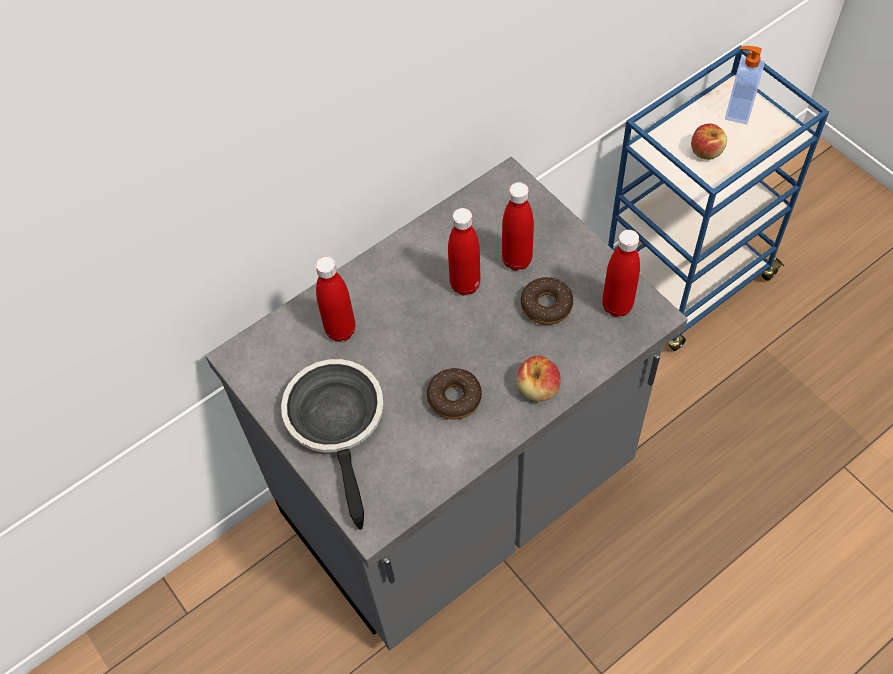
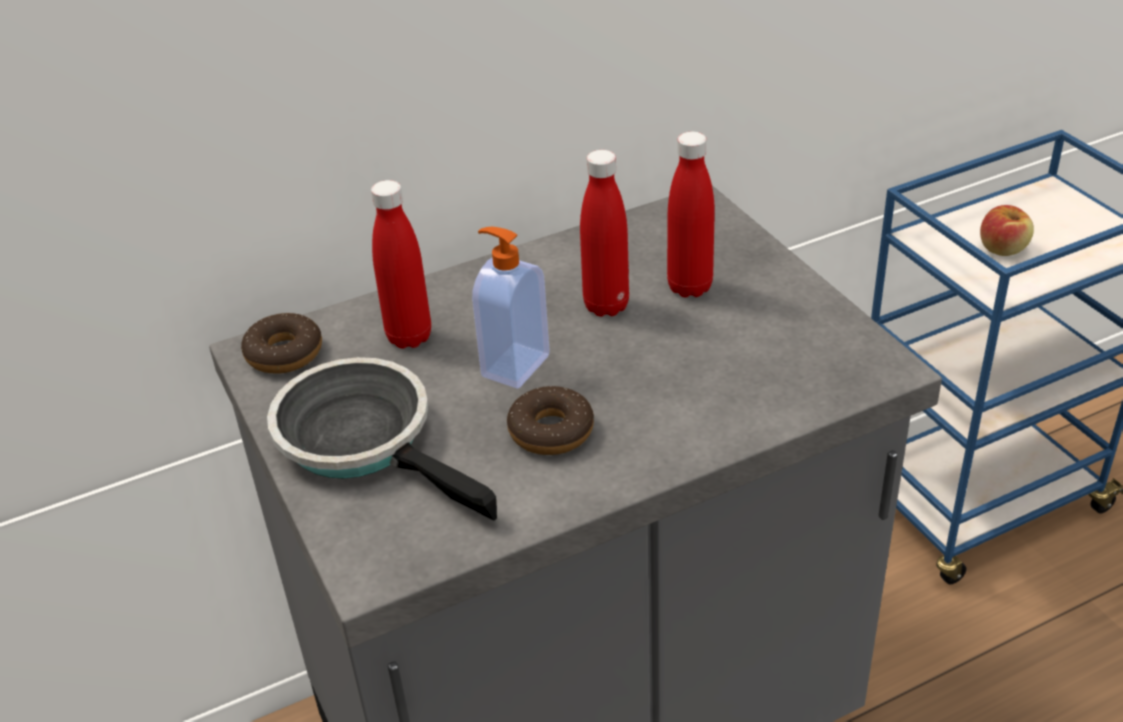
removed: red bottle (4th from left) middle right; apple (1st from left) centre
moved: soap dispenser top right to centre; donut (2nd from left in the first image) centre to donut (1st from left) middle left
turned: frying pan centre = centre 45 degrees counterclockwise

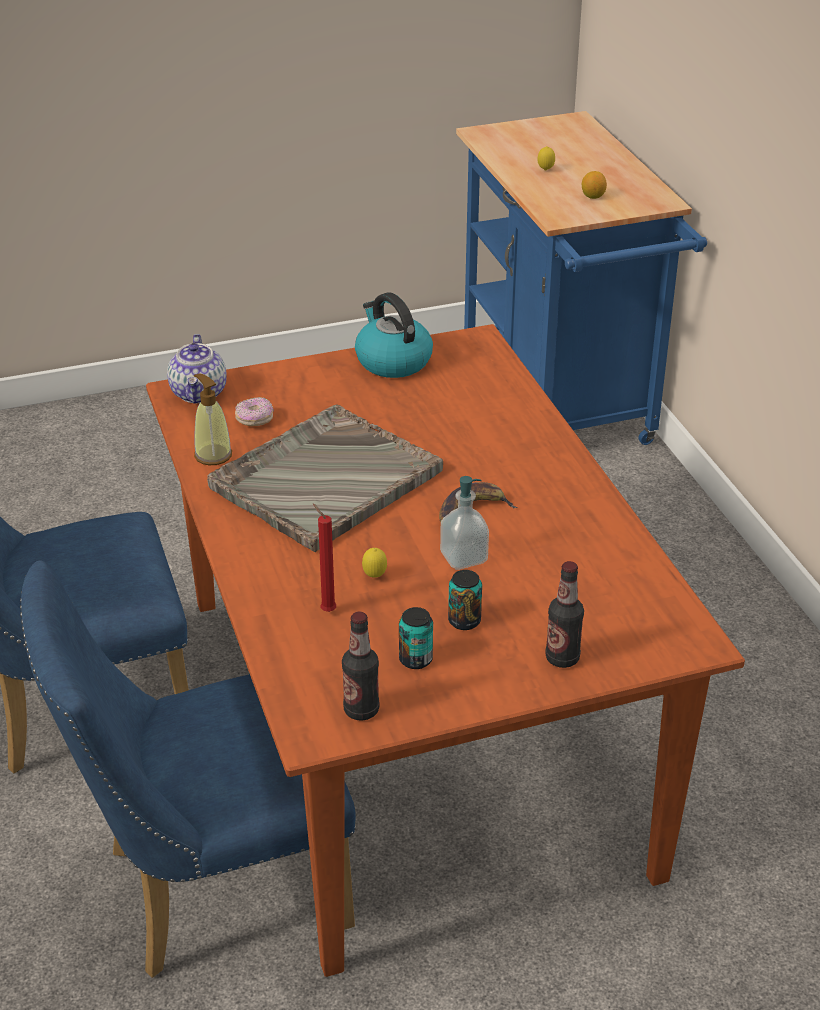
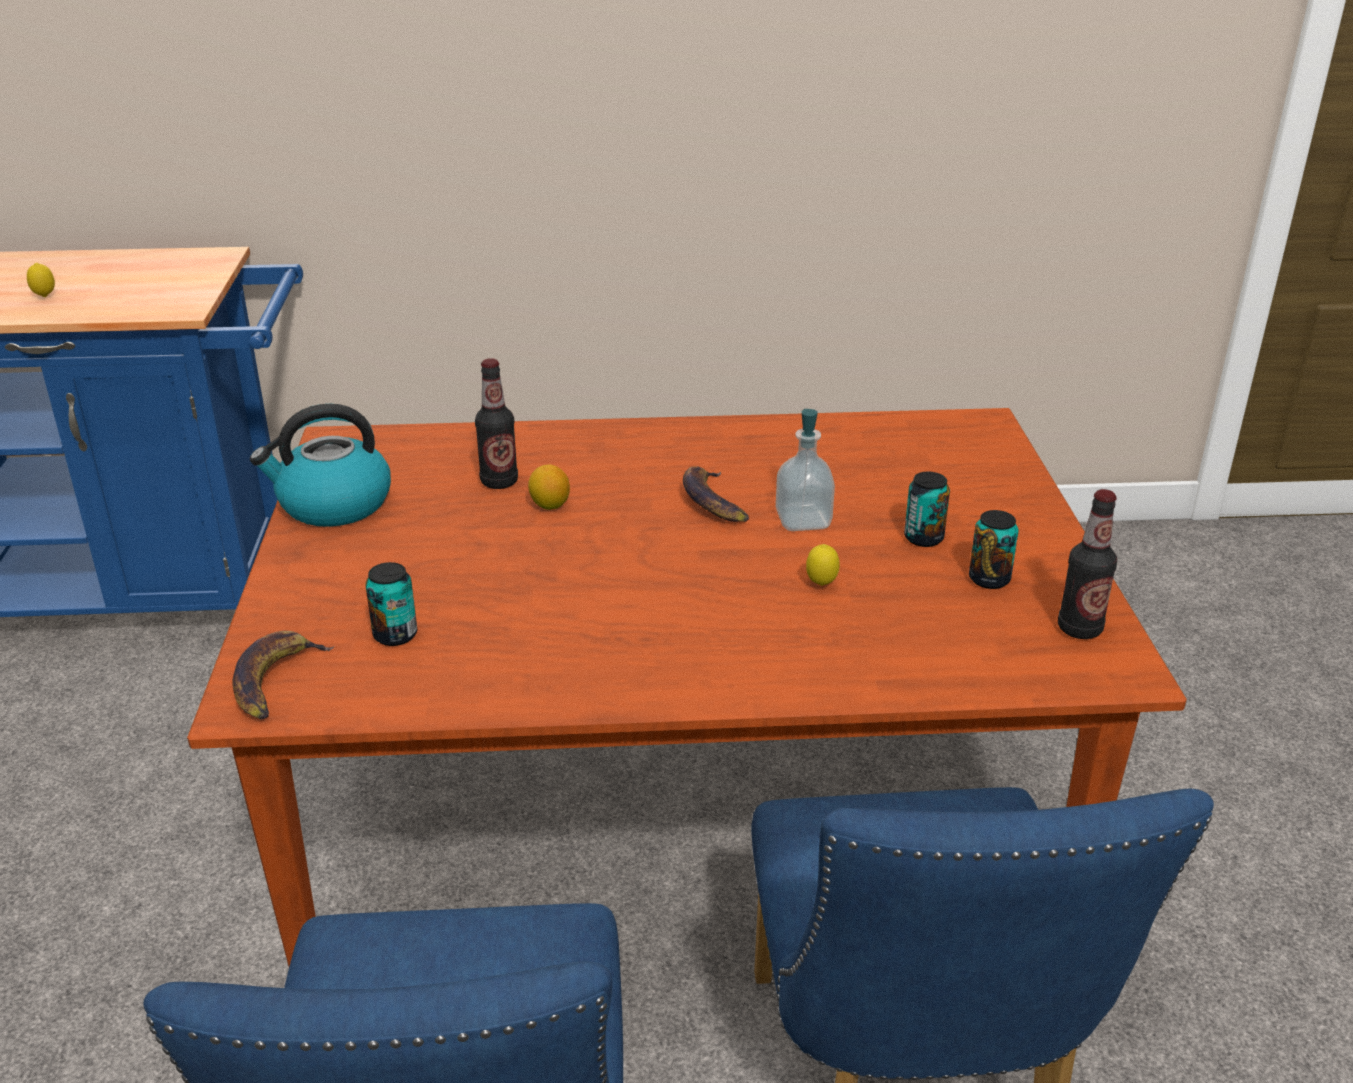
removed: soap dispenser (1st from left) middle left; grey tray centre; red candle centre
moved: lemon (3rd from left in the first image) top right to lemon (2nd from left) centre; bottle (2nd from left in the first image) middle right to bottle (1st from left) centre
replaced: teapot middle left to banana (1st from left) middle left; donut middle left to can (1st from left) middle left

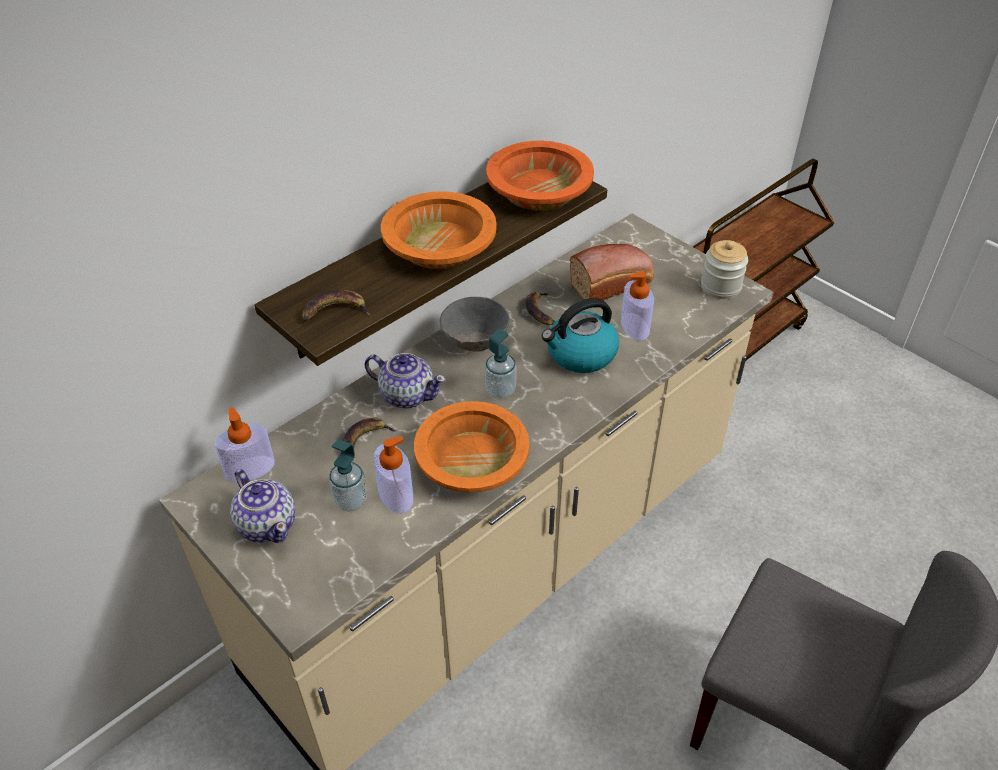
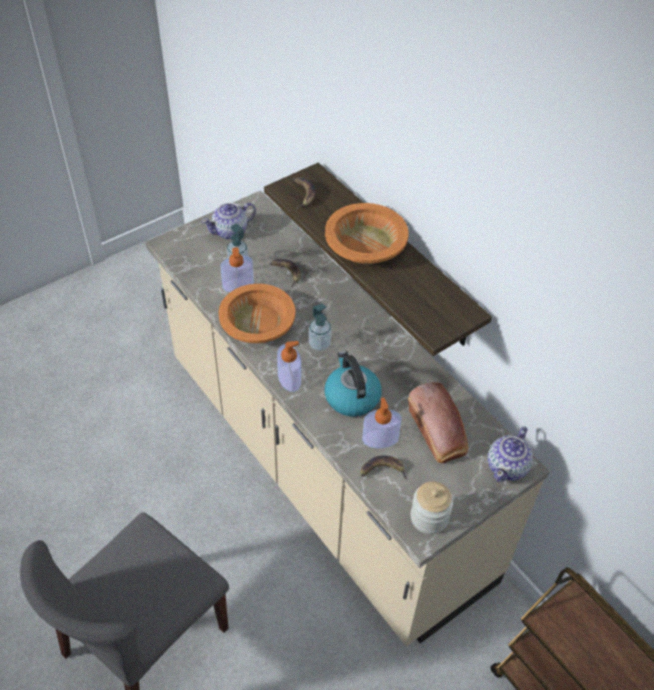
removed: orange bowl (3rd from left) top centre; grey bowl centre
moved: banana (3rd from left) centre to bottom centre; teapot (2nd from left) centre to middle right; soap dispenser (1st from left in the first image) middle left to soap dispenser (3rd from left) centre

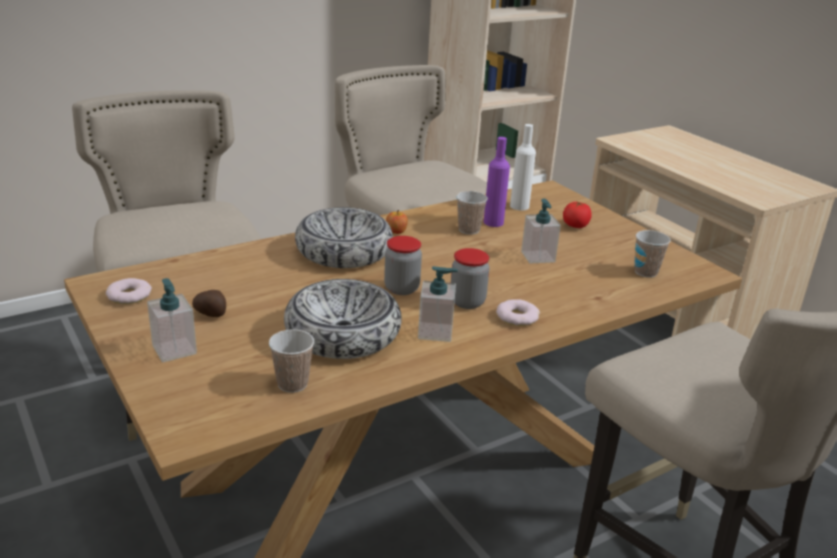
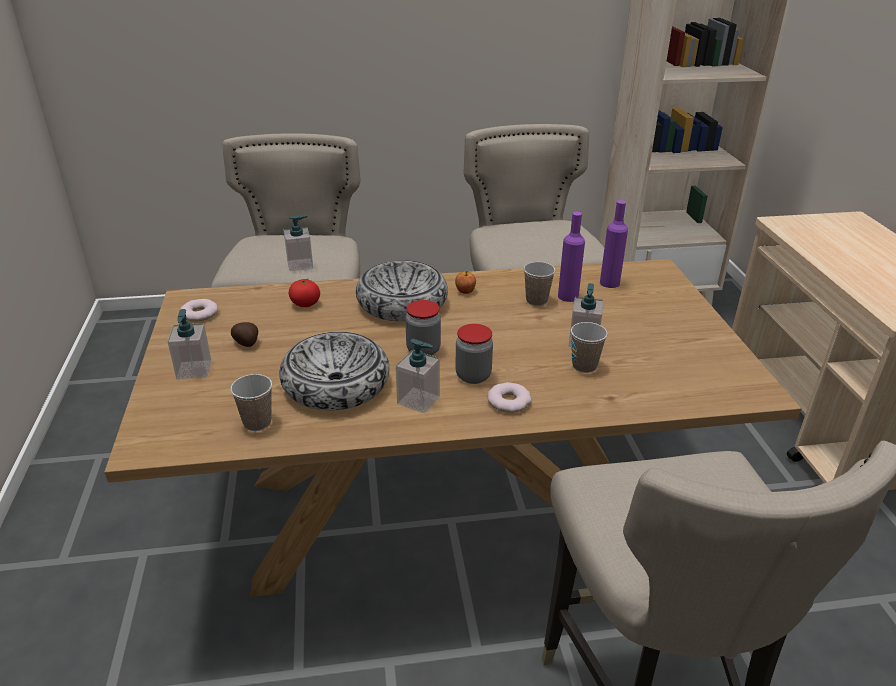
added: soap dispenser (2nd from left) middle left
moved: tomato middle right to centre; cup (3rd from left) middle right to centre
recoloured: white bottle top centre to purple bottle (2nd from left) middle right

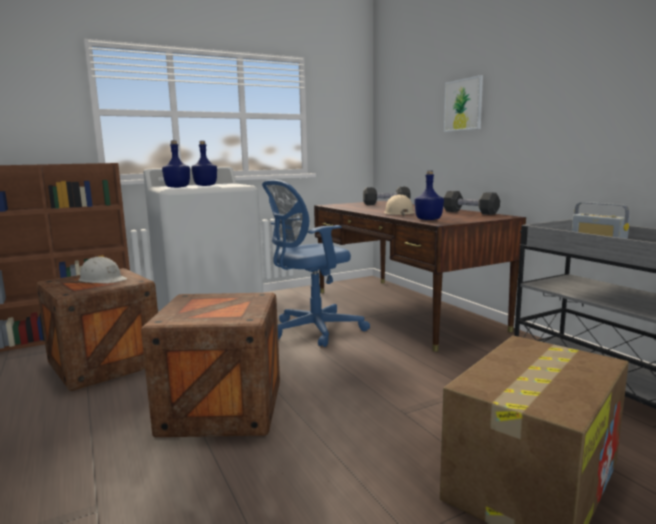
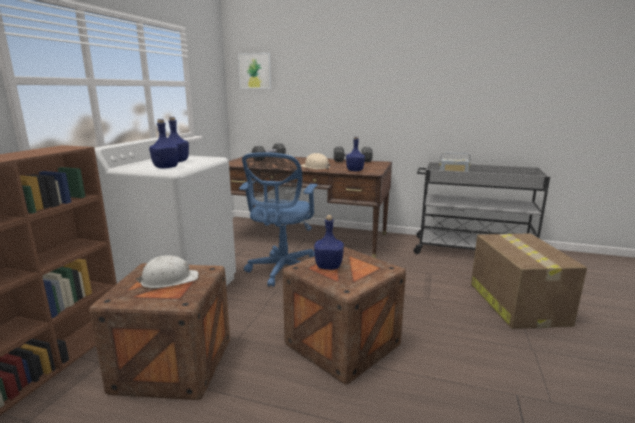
added: blue bottle (3rd from left) centre
moved: picture top right to top centre

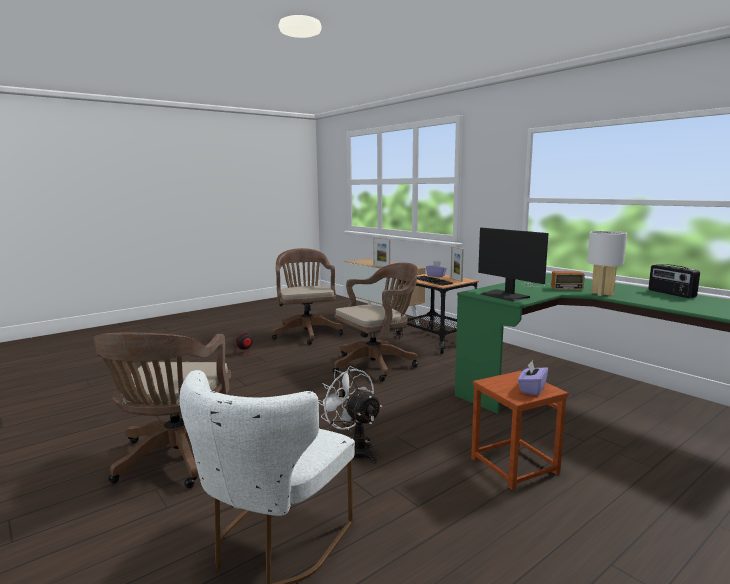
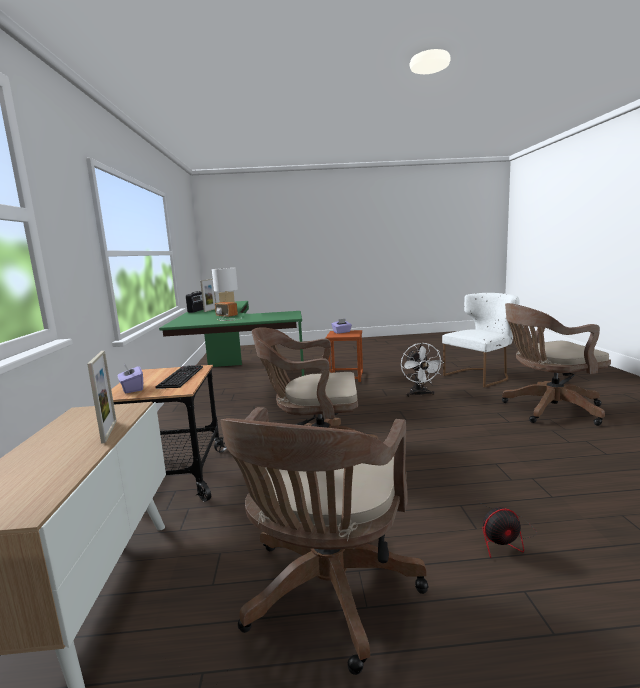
removed: monitor middle right
moved: picture frame (2nd from left) centre to middle left
turned: brown office chair (1st from left in the first image) bottom left = middle right 135 degrees counterclockwise

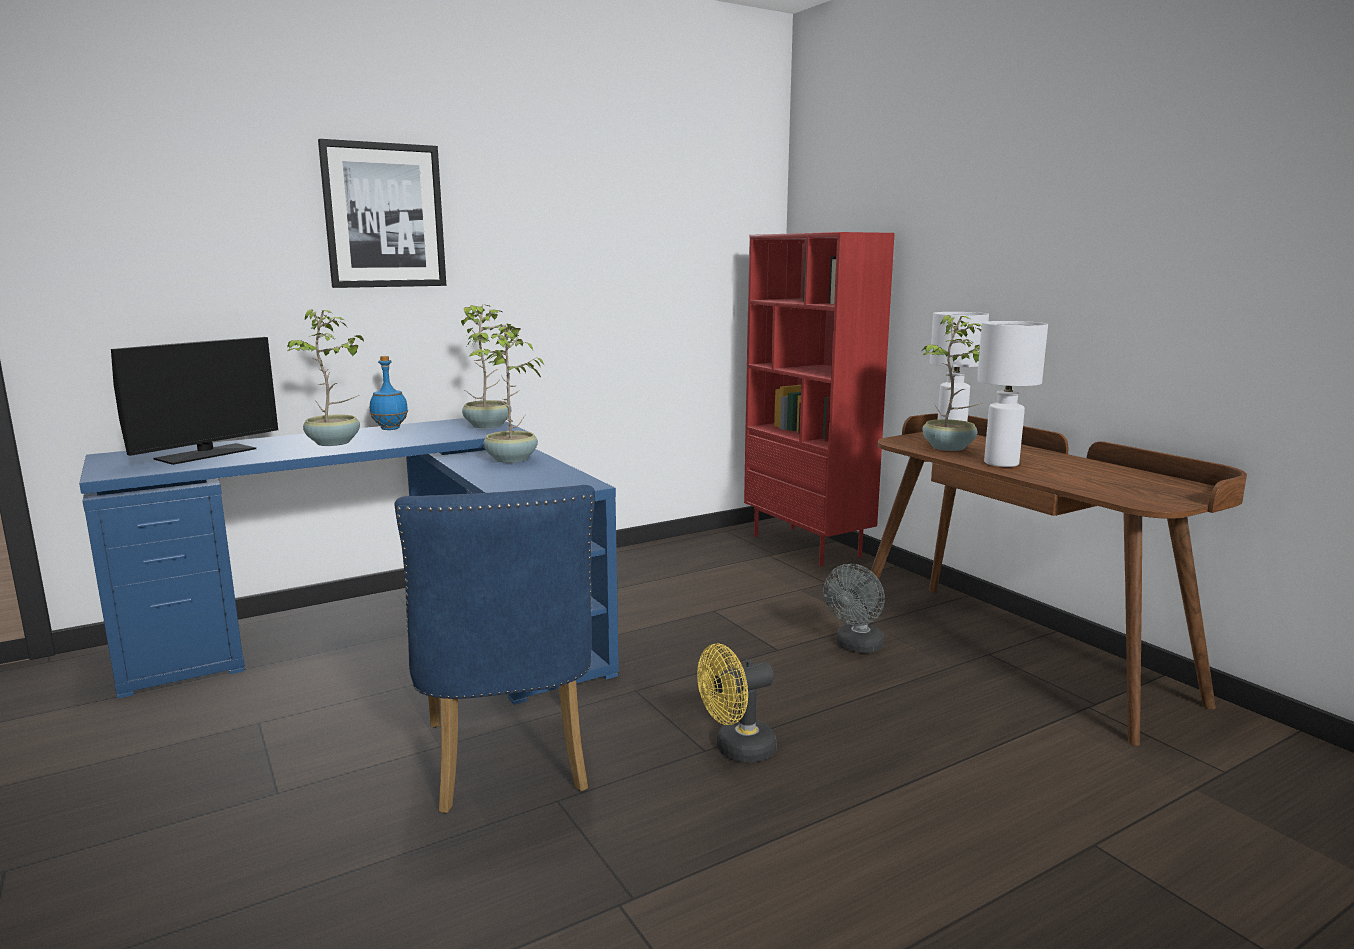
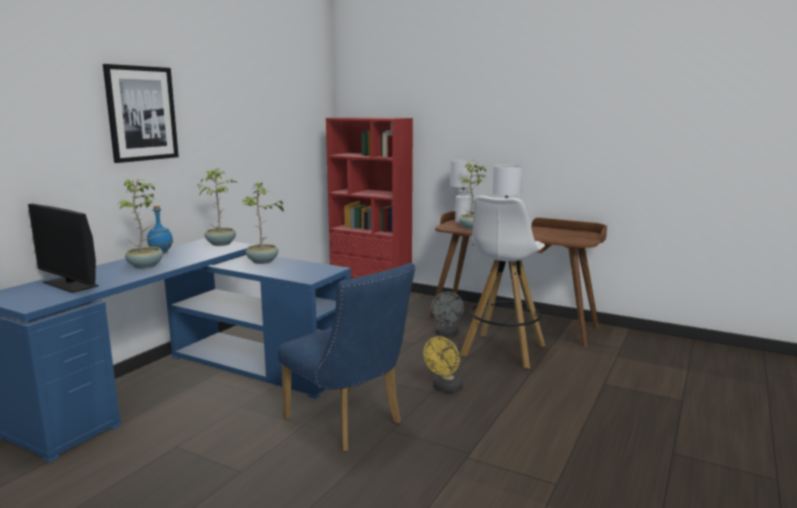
added: white stool centre
turned: monitor middle left = middle left 120 degrees clockwise

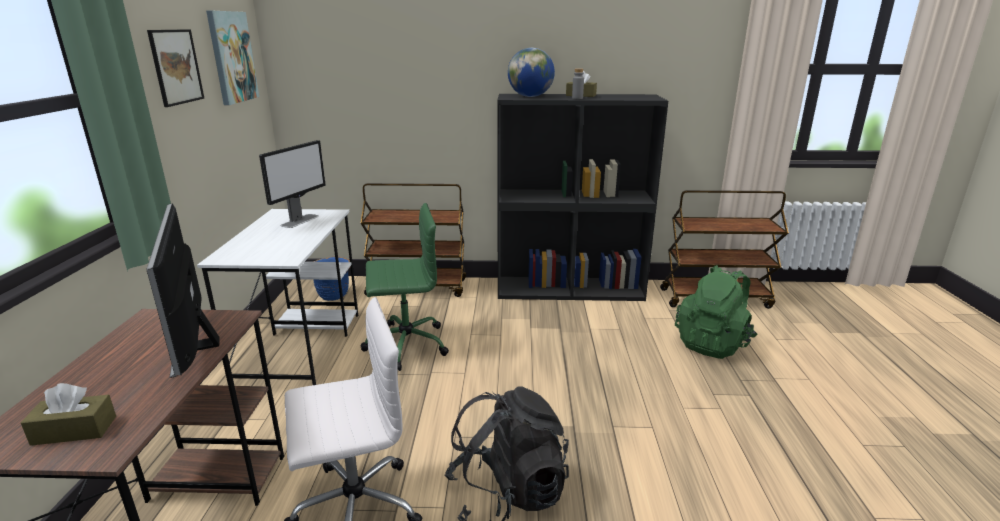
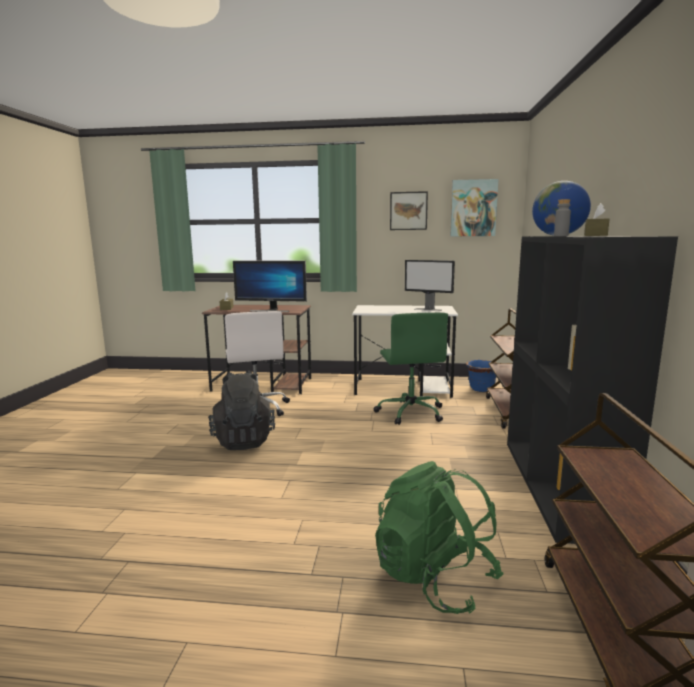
turned: monitor (1st from left) middle left = centre 150 degrees counterclockwise

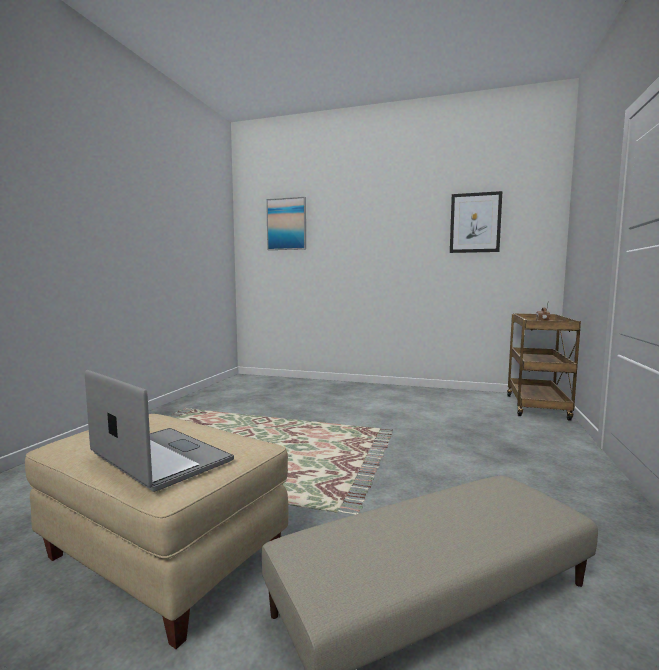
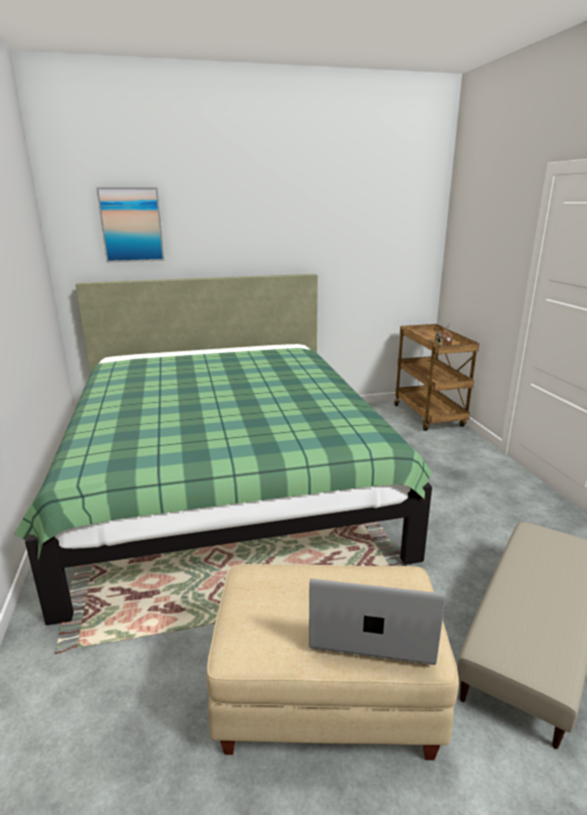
removed: picture (2nd from left) top right
added: green bed centre

